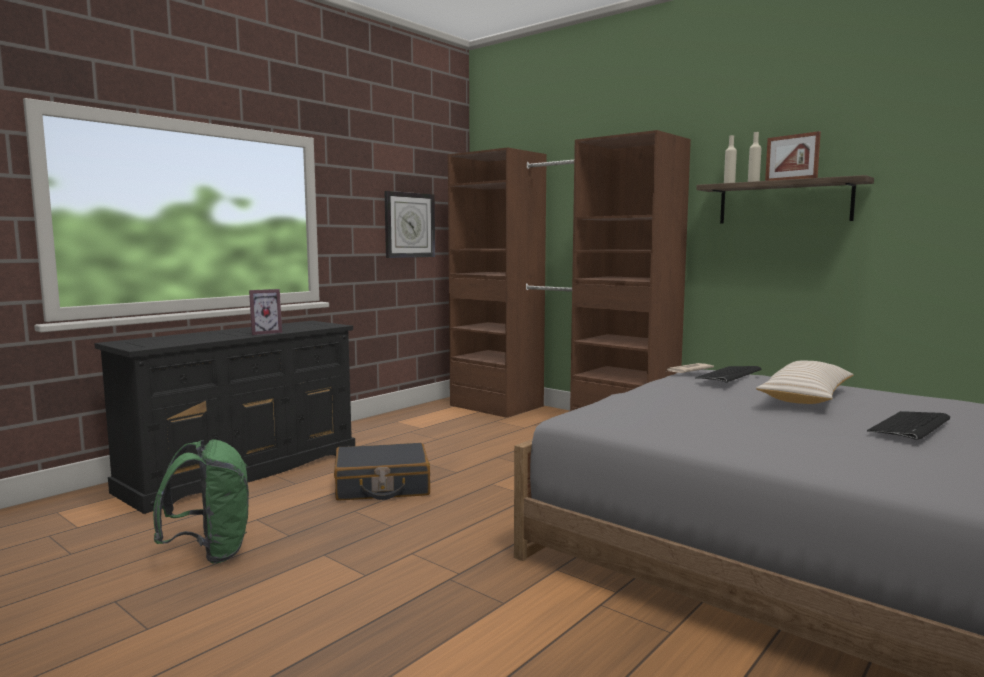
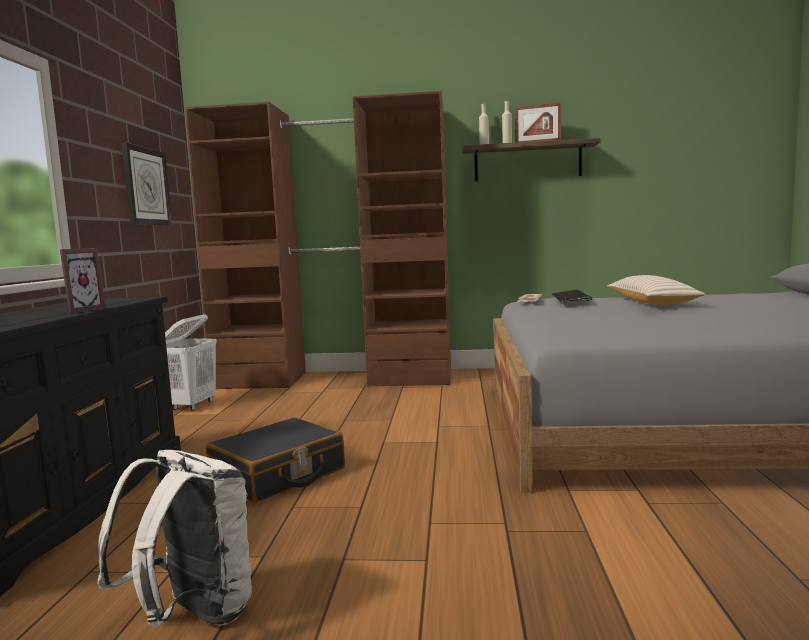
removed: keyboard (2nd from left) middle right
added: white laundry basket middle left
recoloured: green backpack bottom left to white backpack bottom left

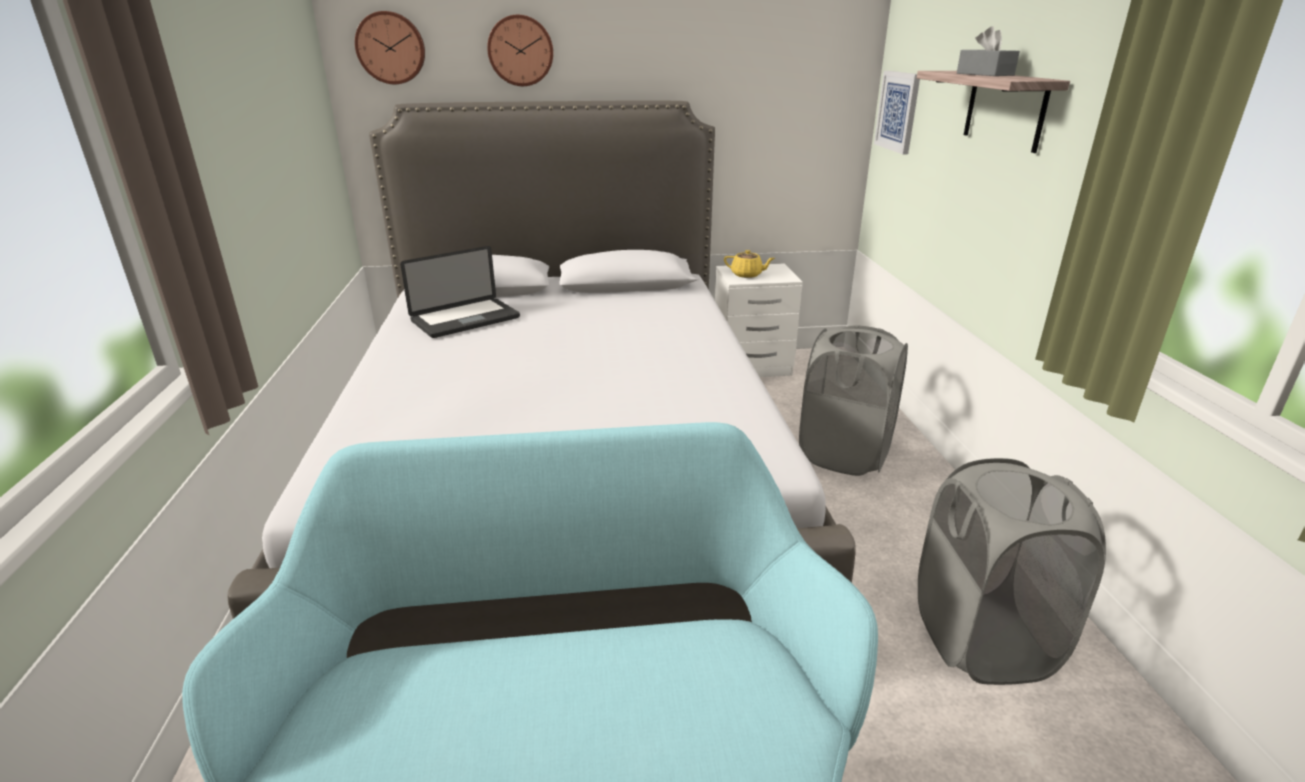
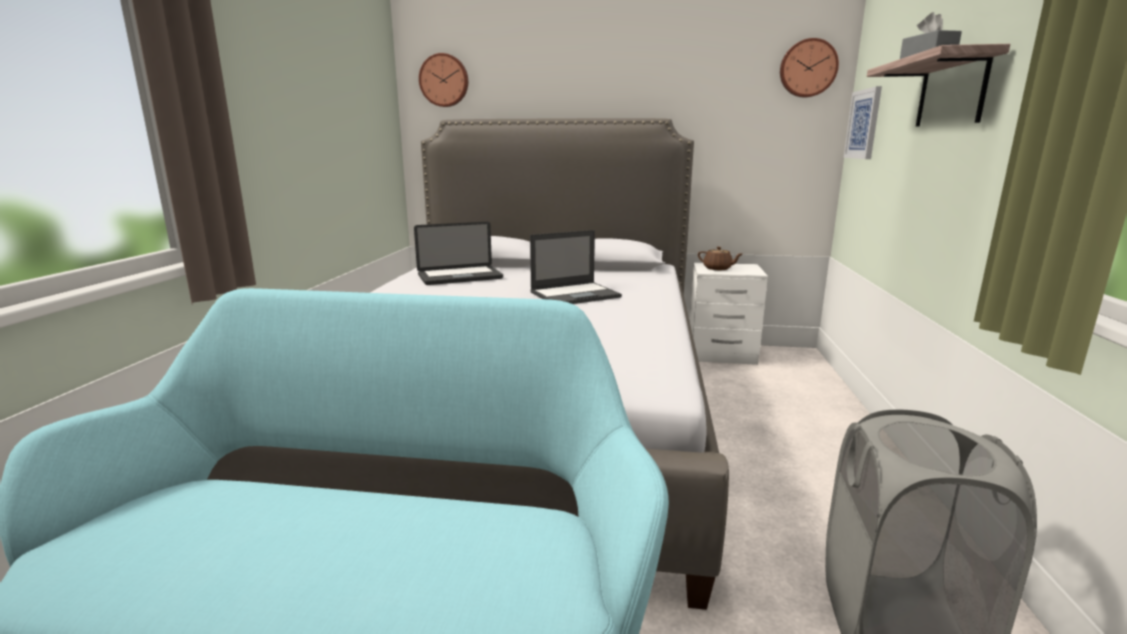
removed: grey laundry basket (1st from left) centre
added: laptop (2nd from left) centre
moved: wall clock (2nd from left) top centre to top right
recoloured: yellow teapot centre to brown teapot centre

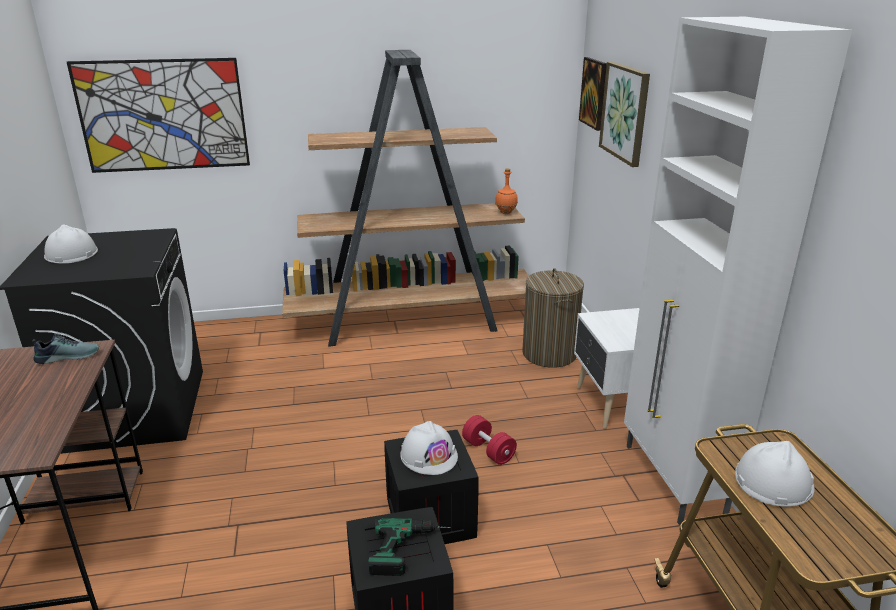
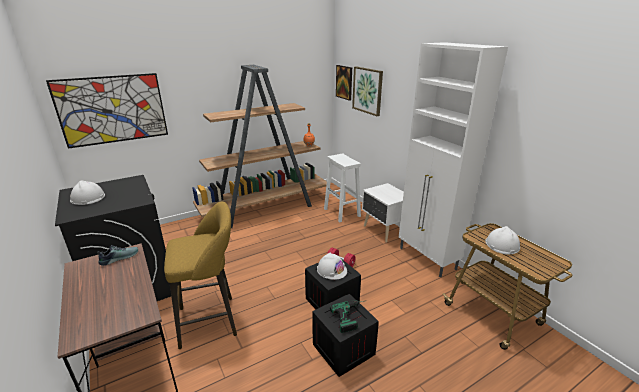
added: yellow stool bottom left
replaced: laundry basket centre to white stool centre

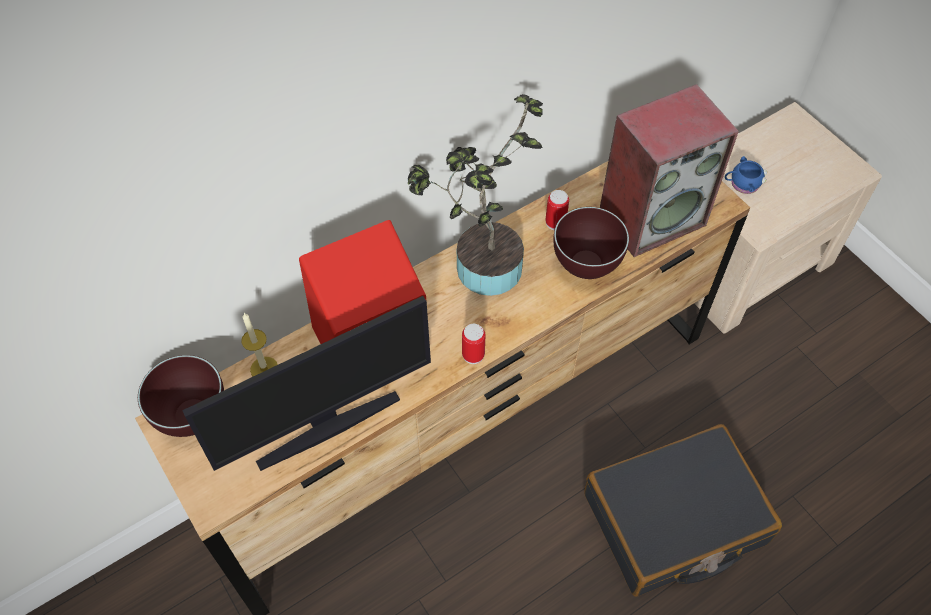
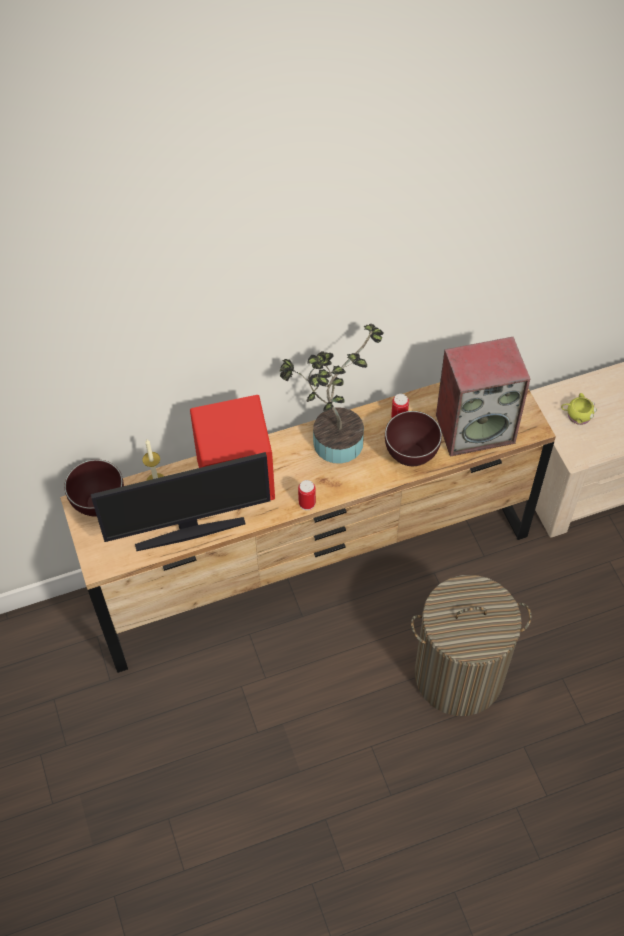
replaced: black suitcase bottom right to laundry basket bottom right
recoloured: blue mug top right to yellow mug middle right

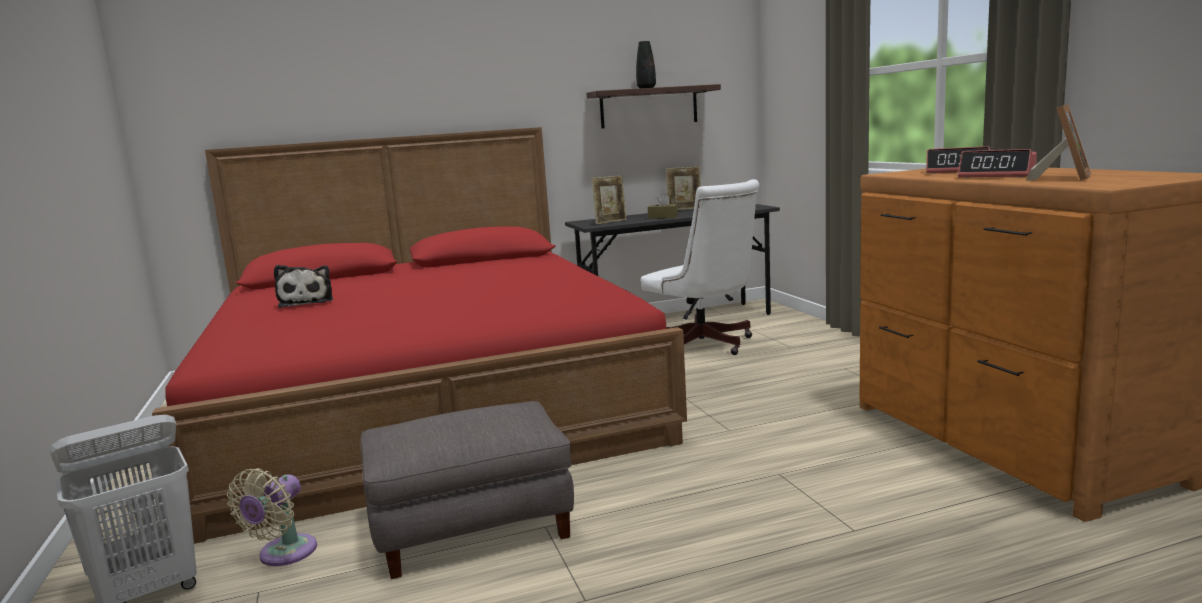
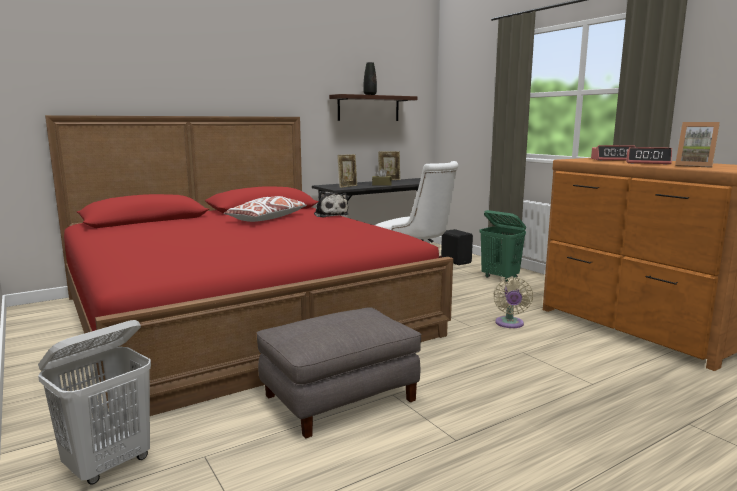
added: white pillow centre; green laundry basket middle right; black speaker centre
moved: plush toy middle left to centre; beige fan bottom left to middle right
turned: picture frame (3rd from left) top right = top right 105 degrees clockwise

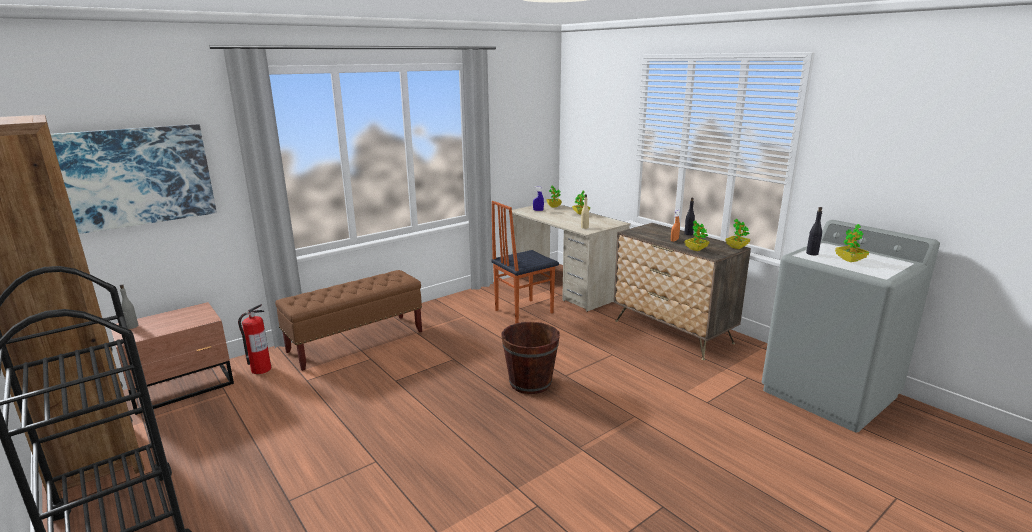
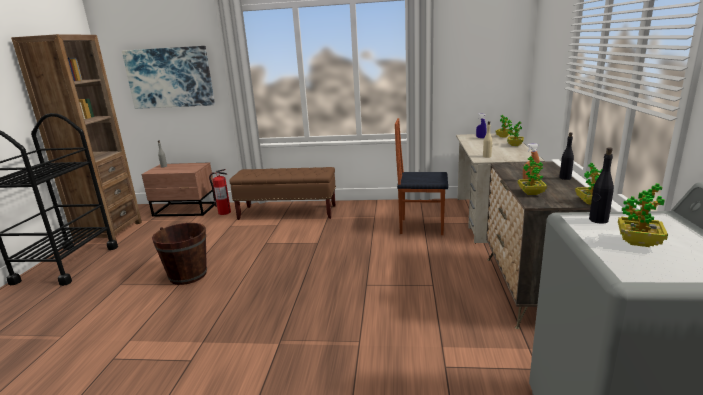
moved: brown bucket bottom centre to middle left

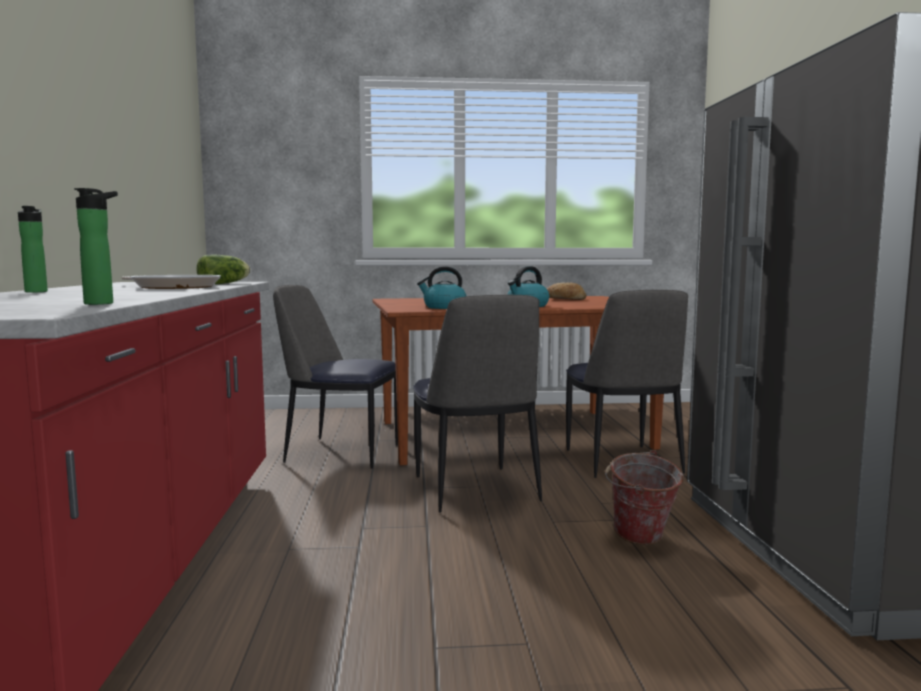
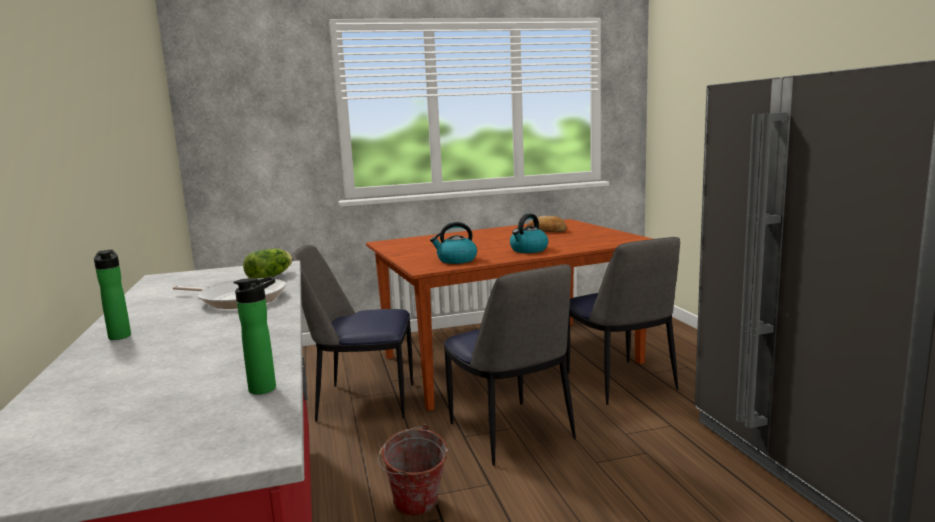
moved: bucket bottom right to bottom centre

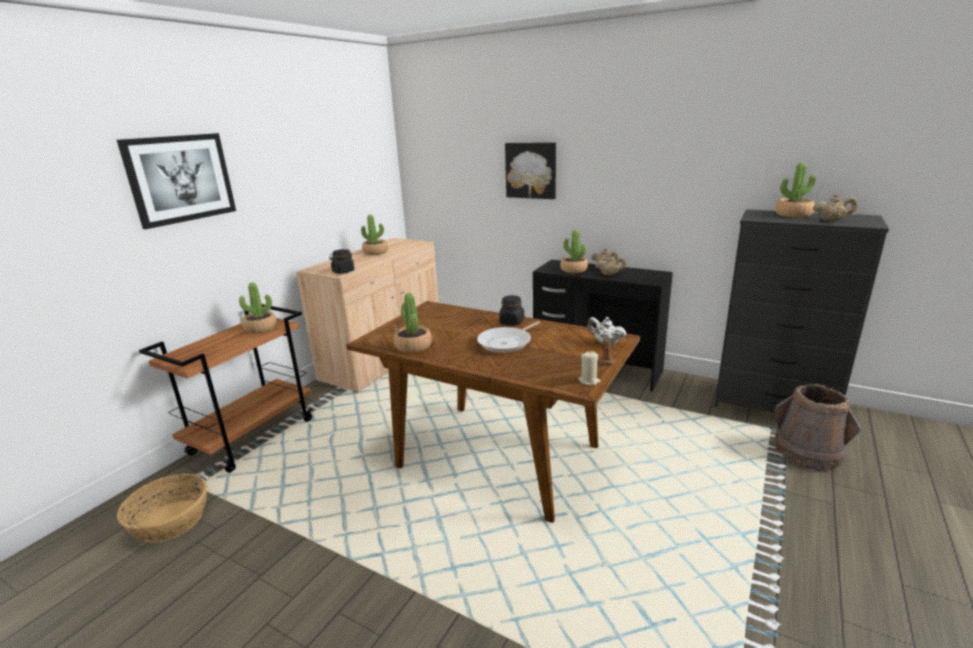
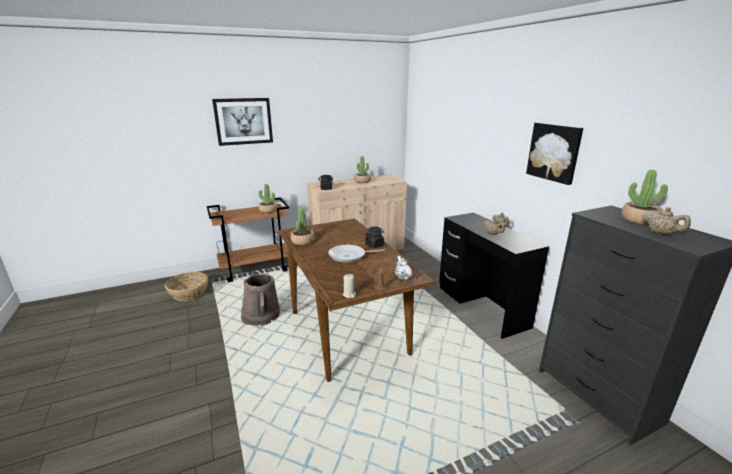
removed: potted plant (4th from left) centre
moved: picture (2nd from left) top centre to top right; brown bucket middle right to centre

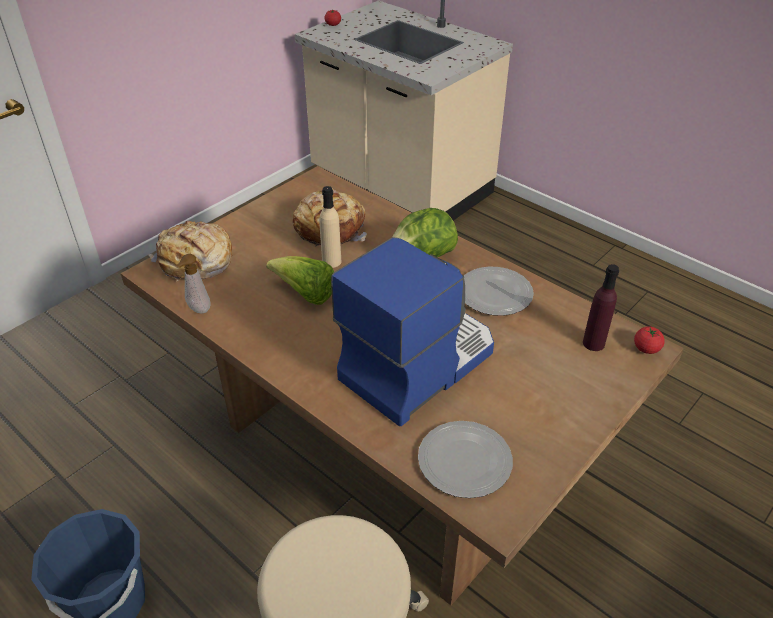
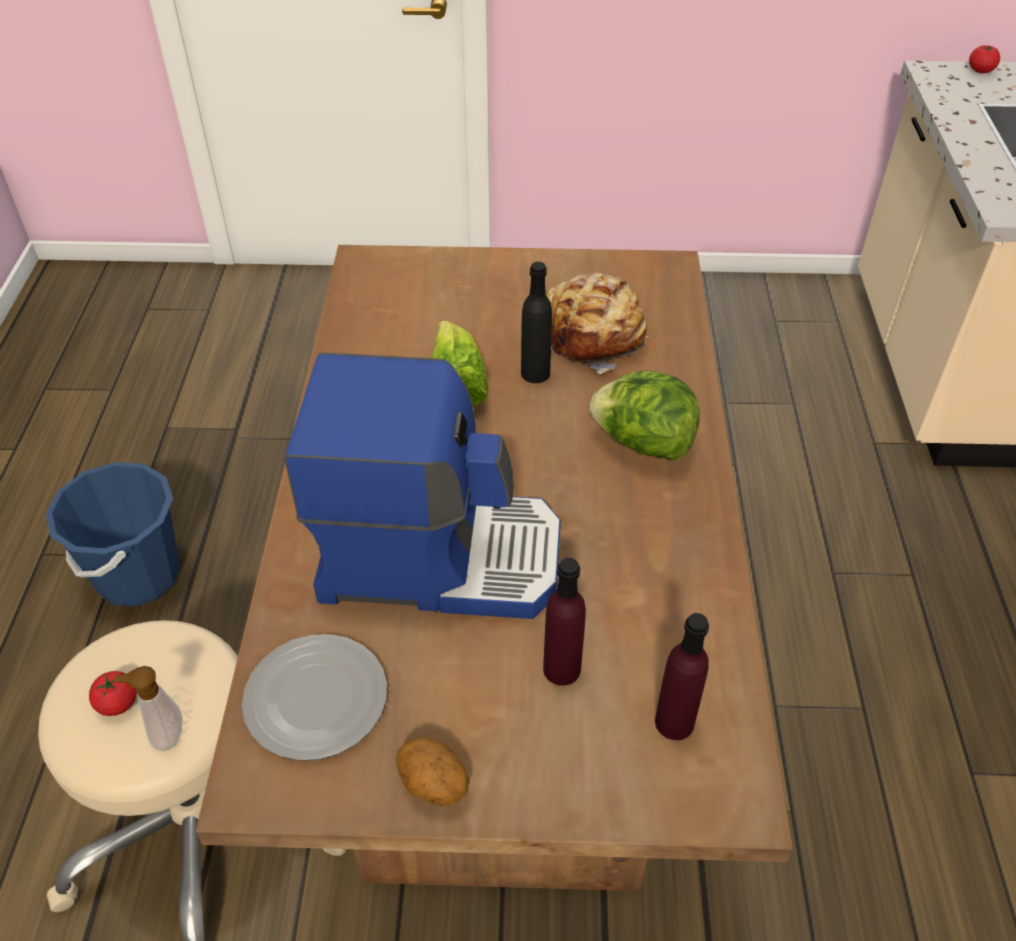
removed: bread (1st from left) middle left; plate (2nd from left) centre
added: purple bottle (1st from left) centre; potato bottom centre
moved: soap dispenser middle left to bottom left; tomato (2nd from left in the first image) middle right to tomato (1st from left) bottom left
recoloured: beige bottle centre to black bottle centre

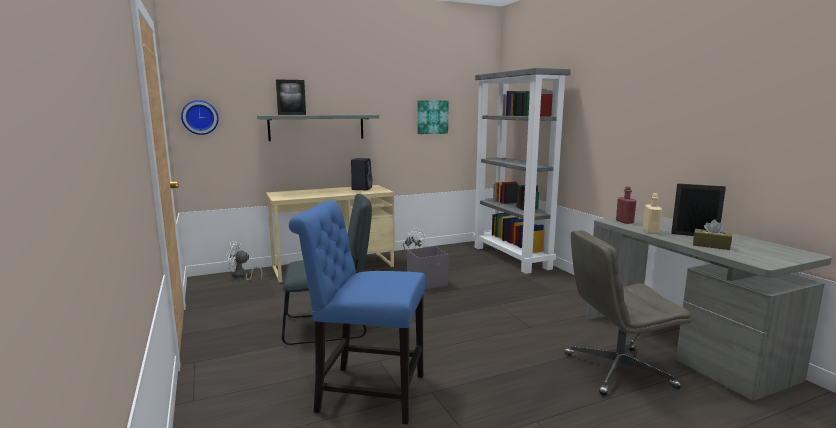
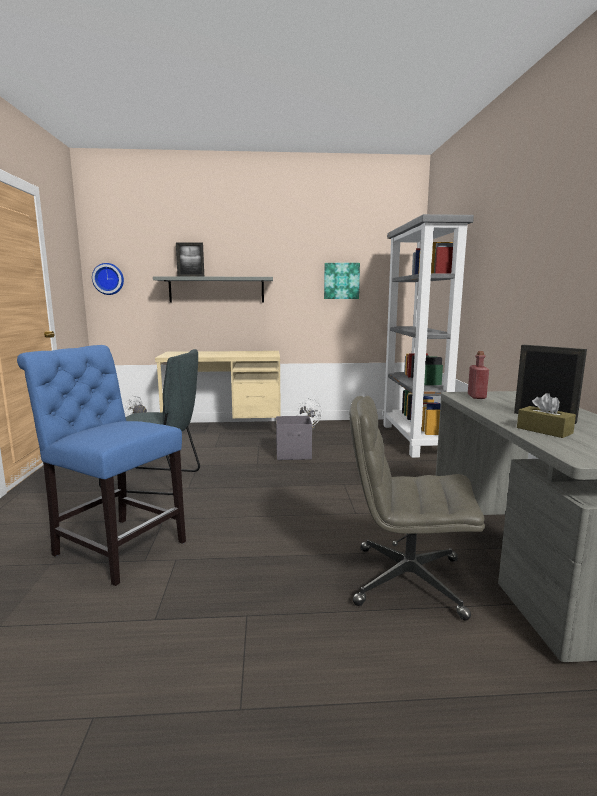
removed: black speaker centre; beige bottle middle right

